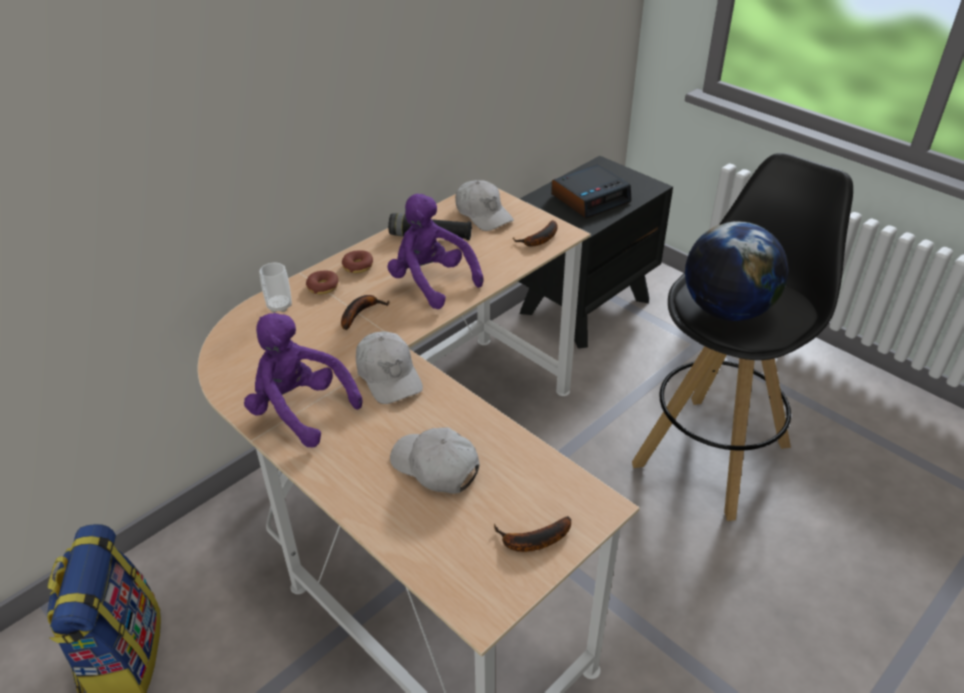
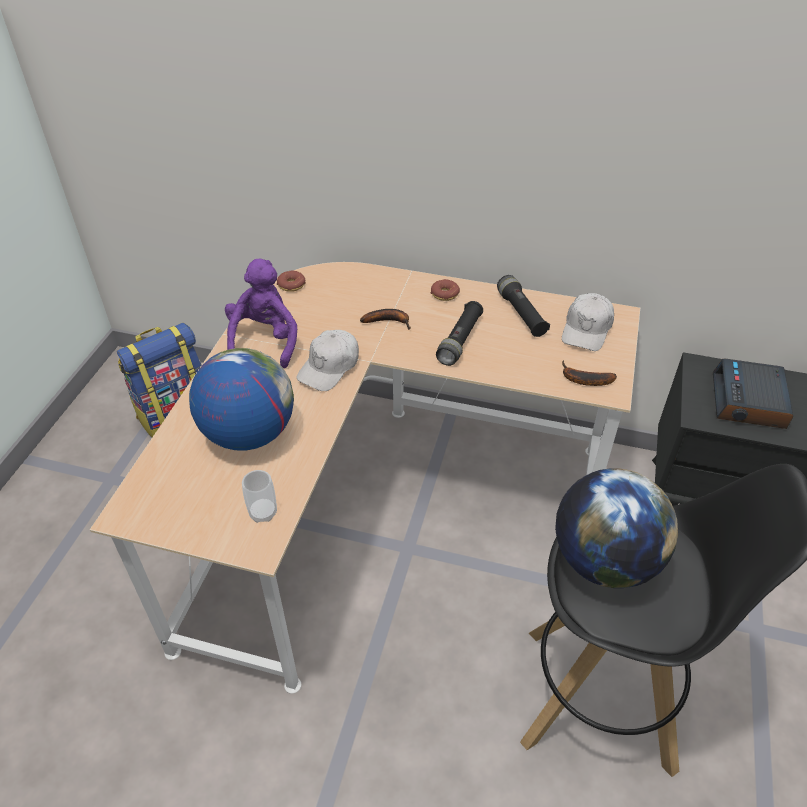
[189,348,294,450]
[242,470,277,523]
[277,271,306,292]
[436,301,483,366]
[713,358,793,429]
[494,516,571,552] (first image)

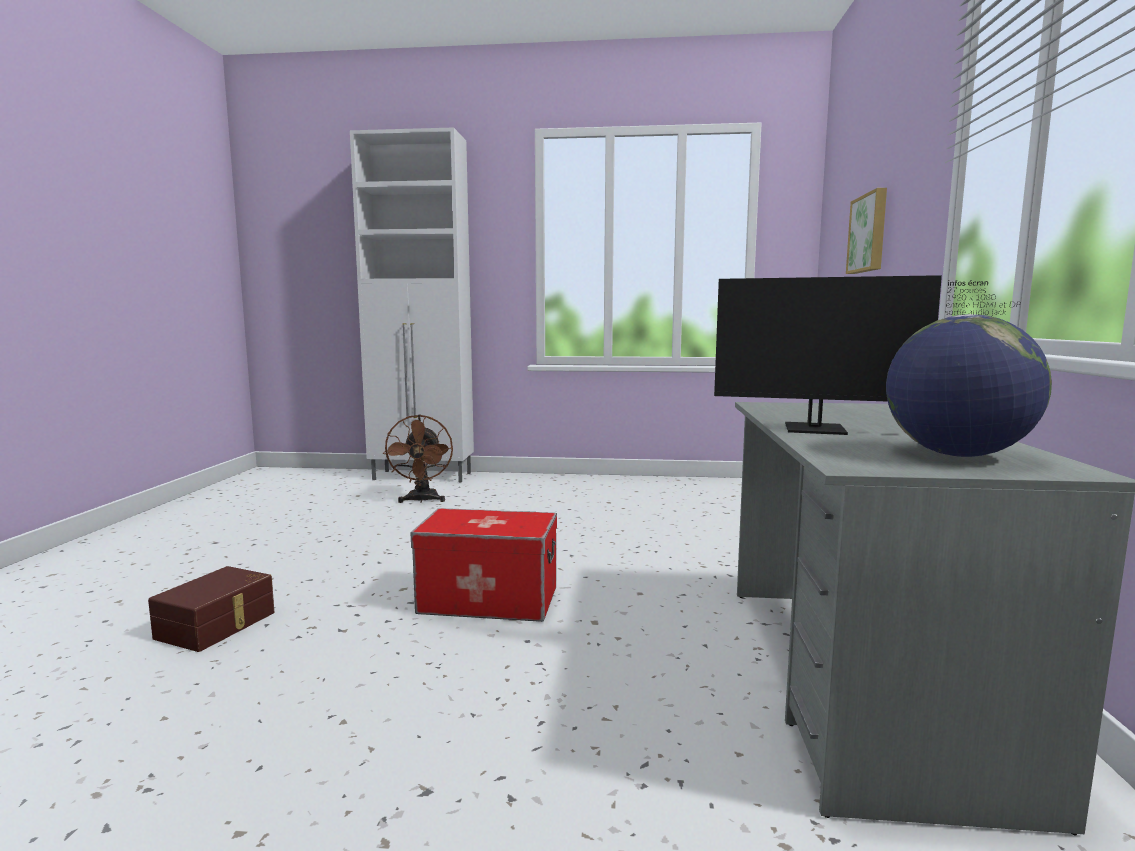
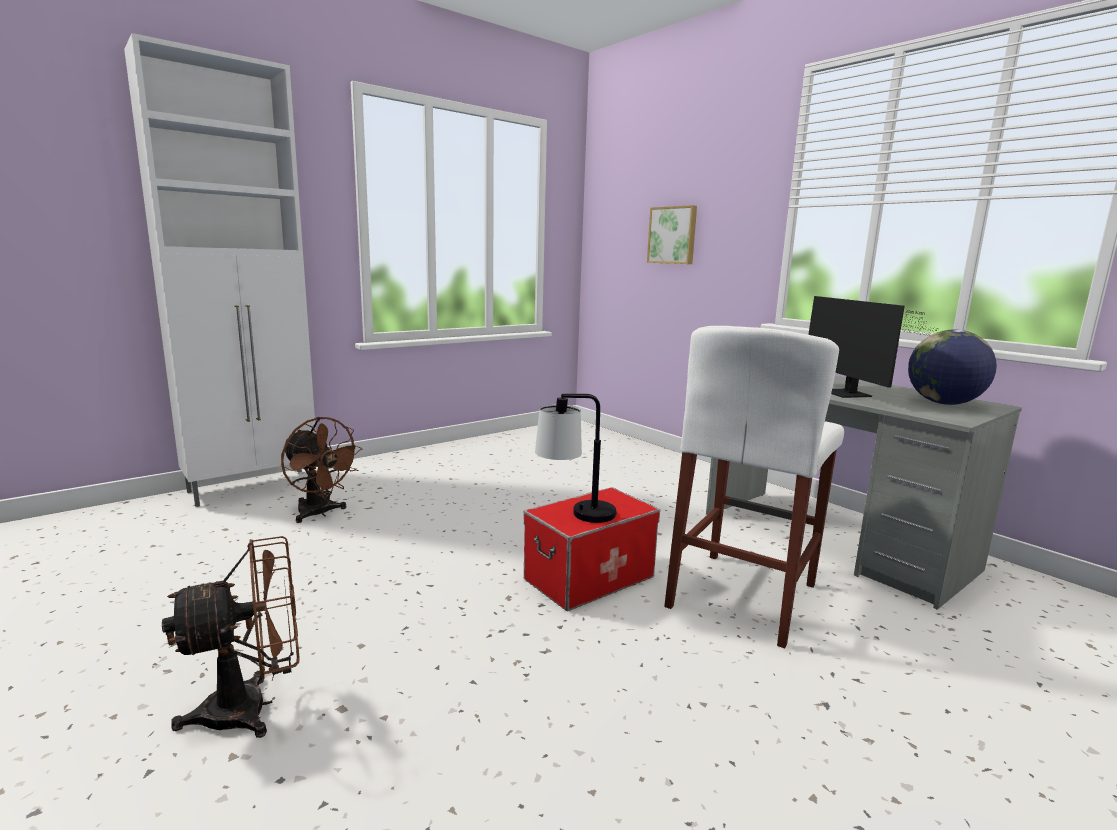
[162,536,300,738]
[535,394,617,523]
[664,326,844,649]
[808,296,937,398]
[148,566,275,652] (first image)

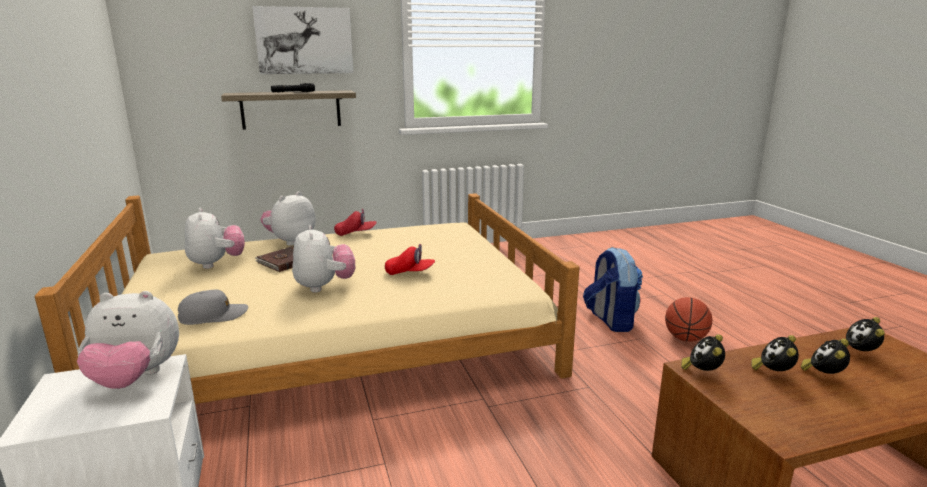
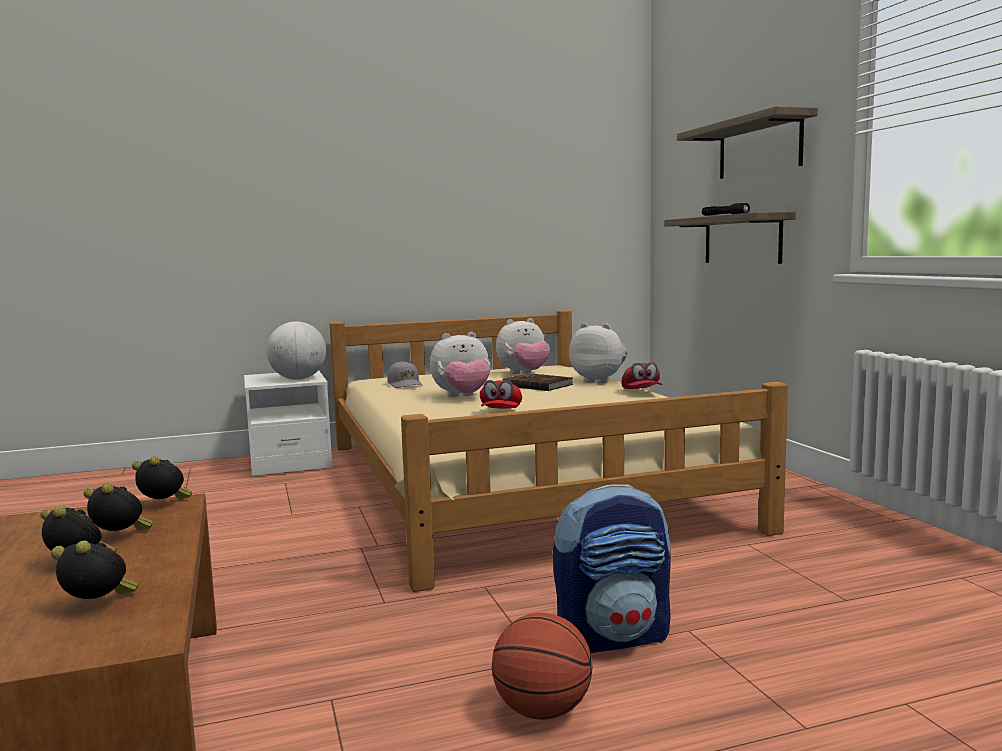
[266,321,326,380]
[677,106,818,179]

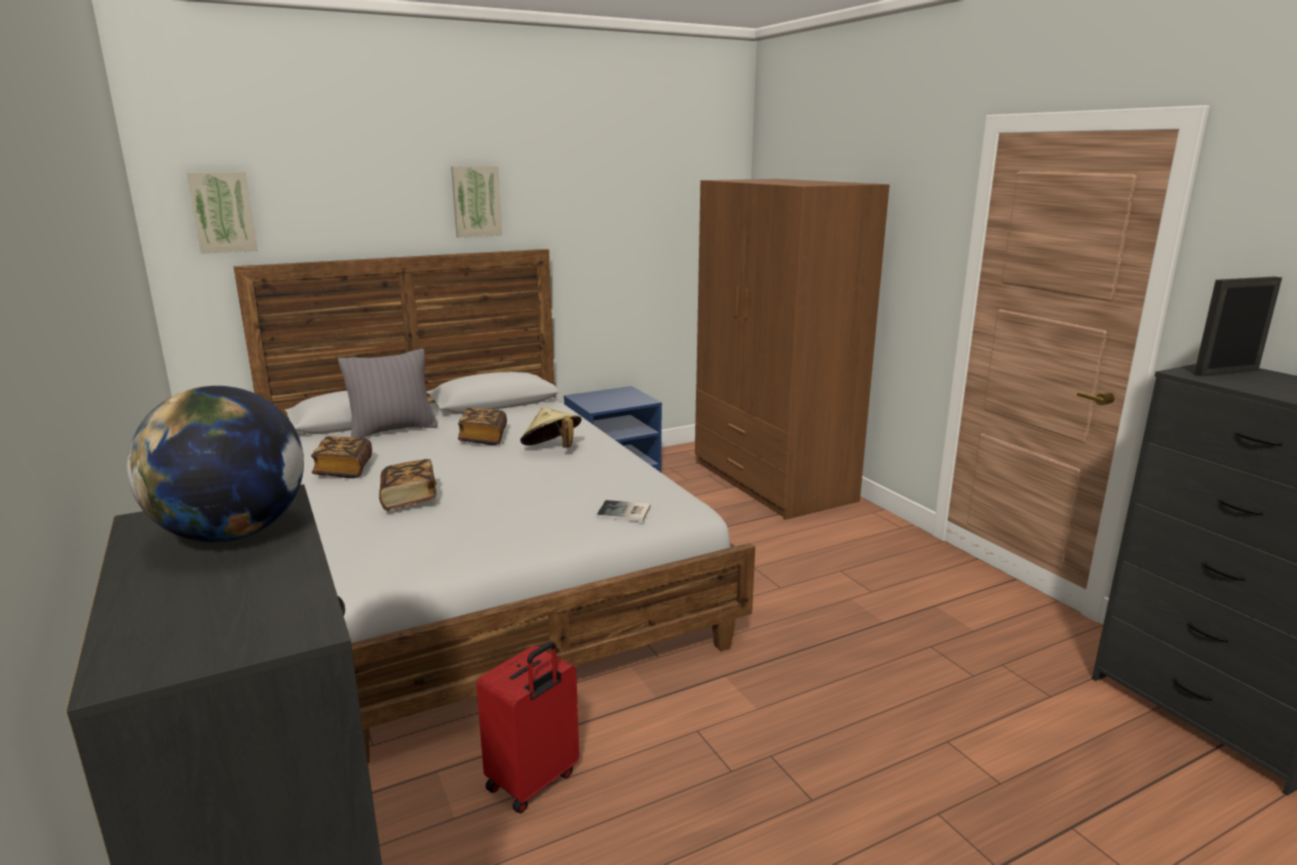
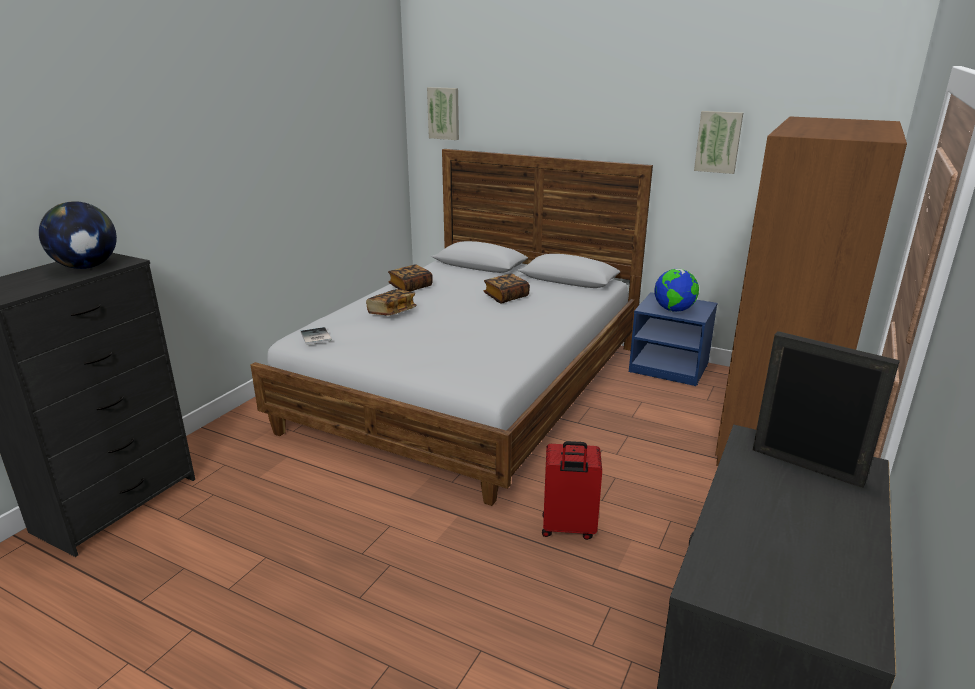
[301,327,332,345]
[542,441,602,540]
[654,269,699,312]
[694,111,743,174]
[338,349,438,438] (first image)
[520,407,582,448] (first image)

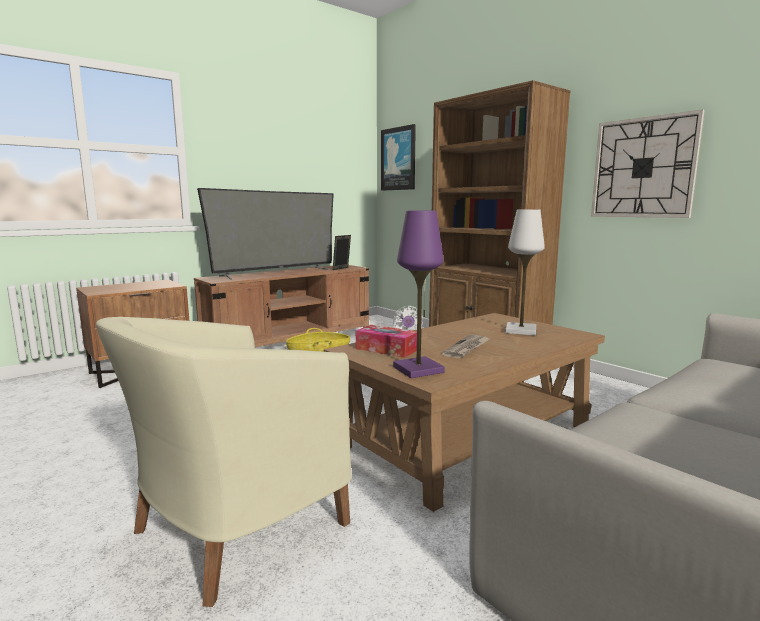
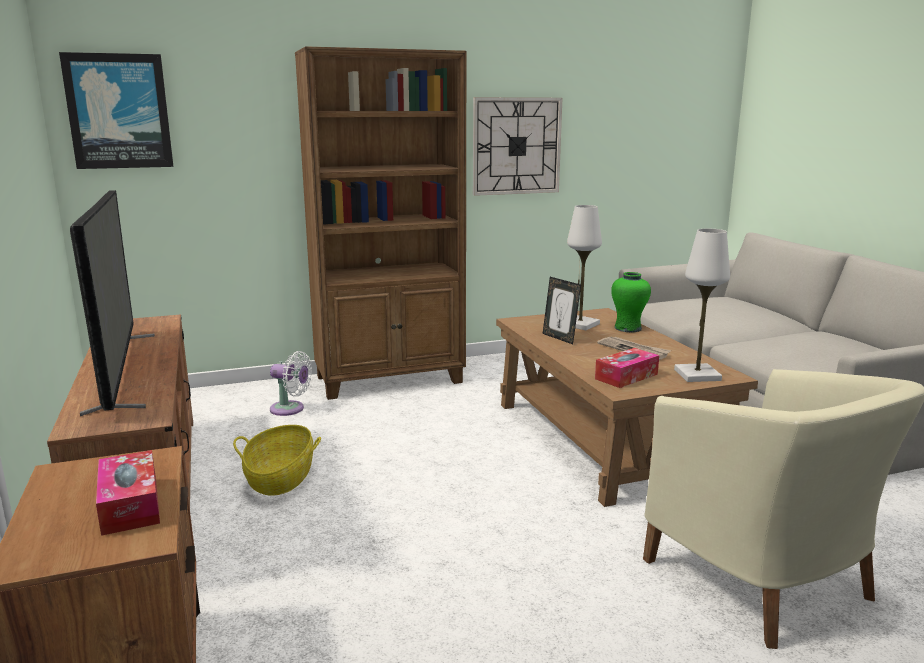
[96,450,160,536]
[543,277,581,344]
[611,272,651,332]
[674,229,730,382]

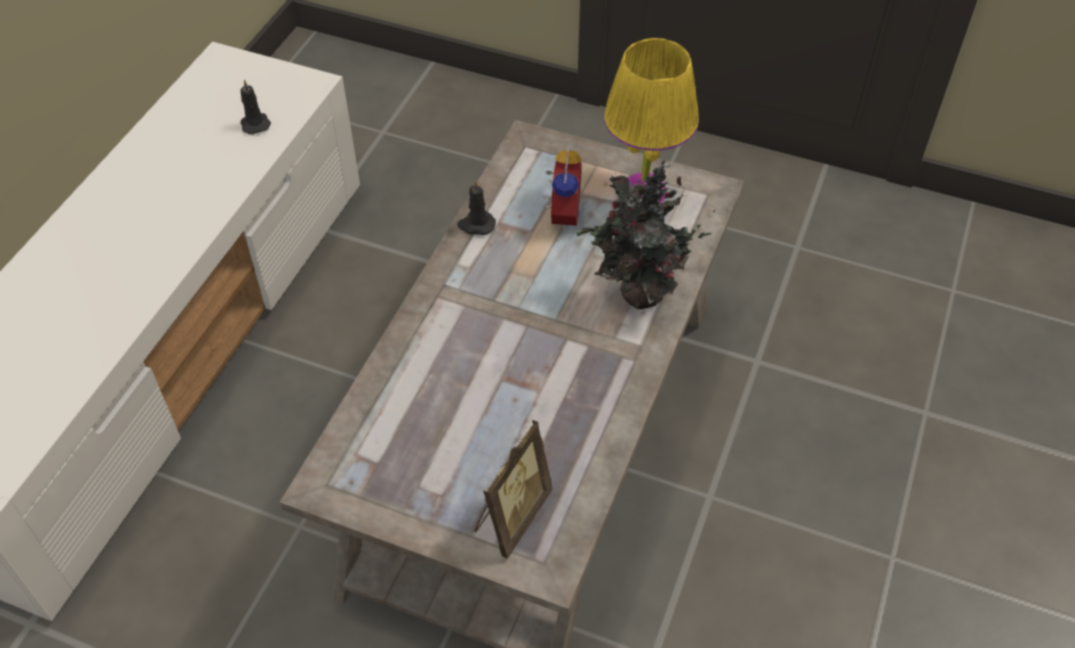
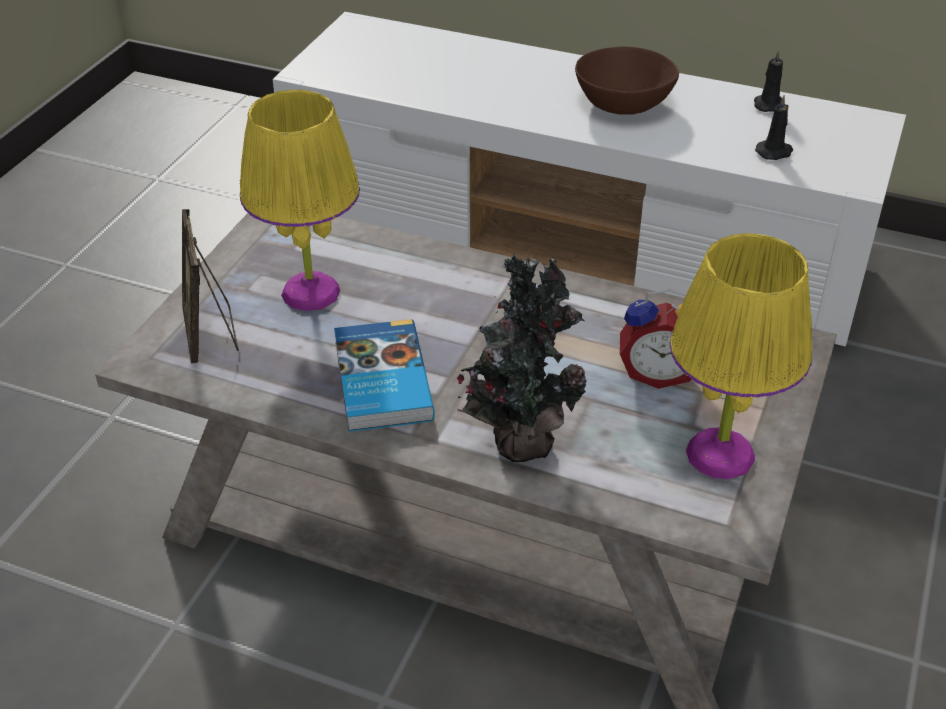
[182,209,239,363]
[240,90,360,311]
[334,319,435,432]
[575,46,679,115]
[754,49,783,112]

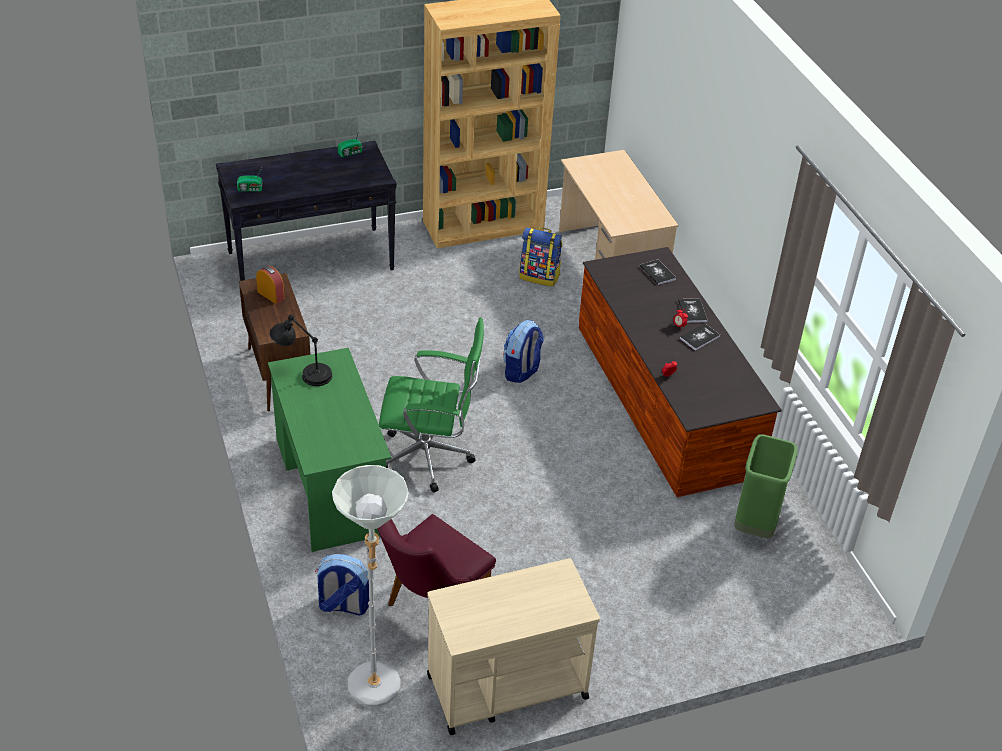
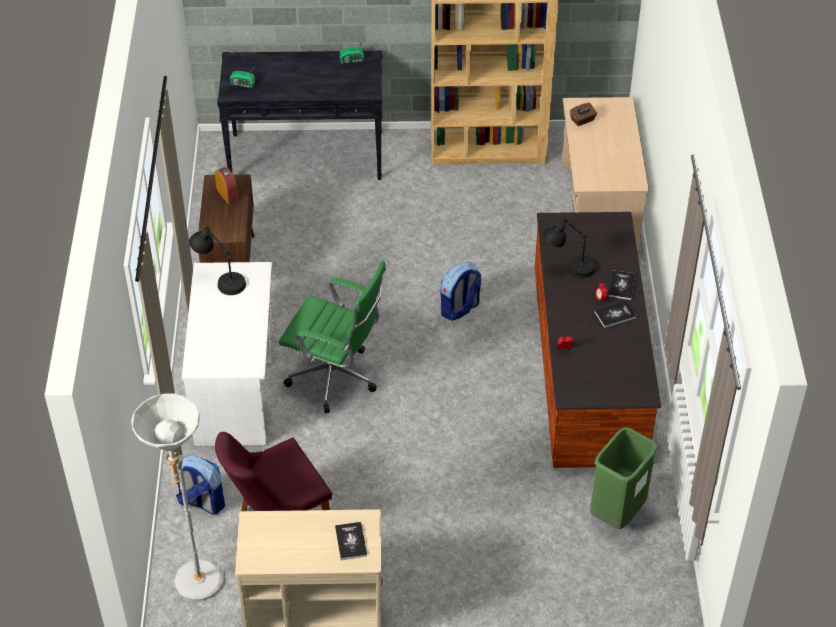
[181,262,273,446]
[335,522,367,560]
[543,218,596,278]
[570,103,597,126]
[519,227,562,287] (first image)

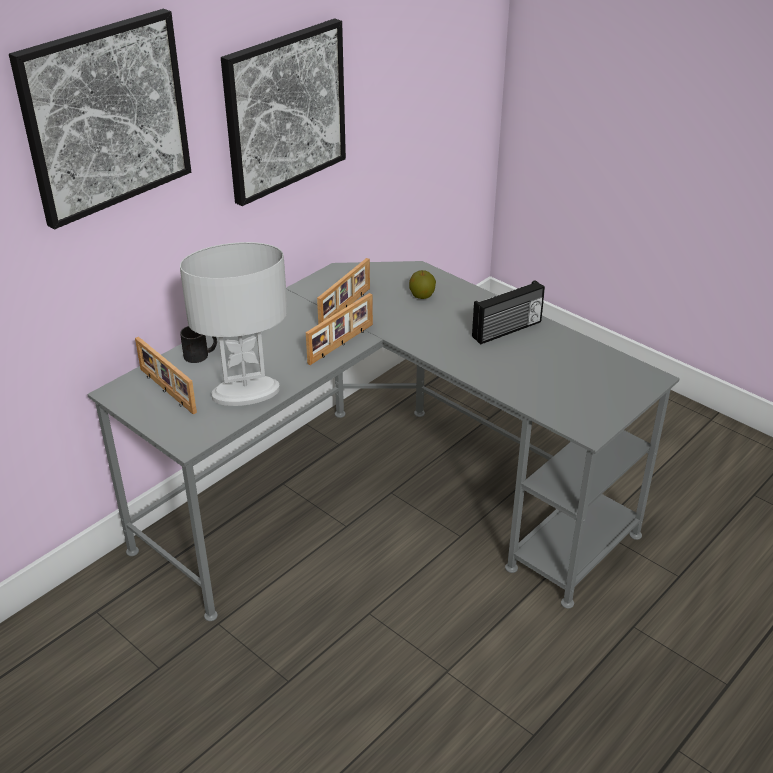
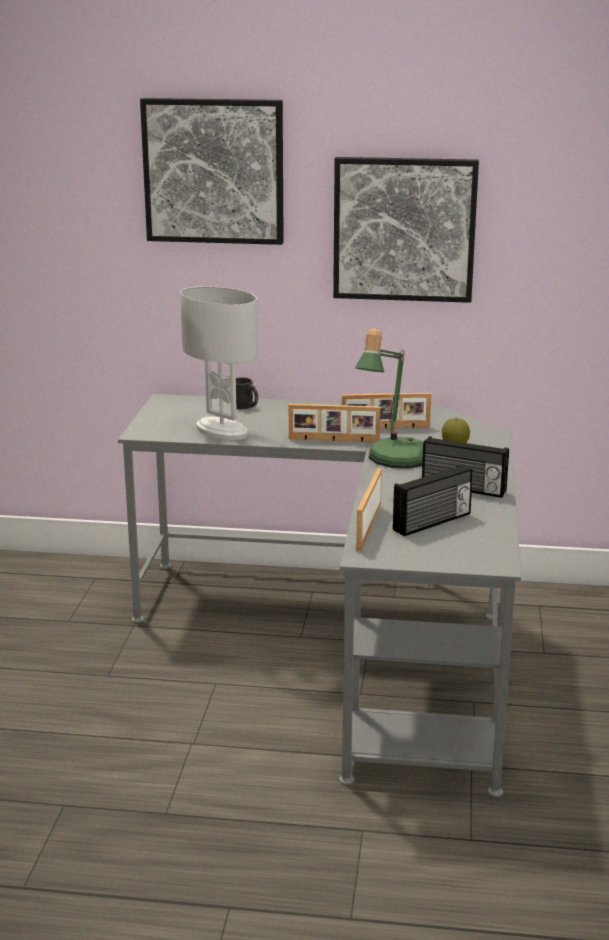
[355,328,424,468]
[356,468,382,551]
[393,464,473,536]

